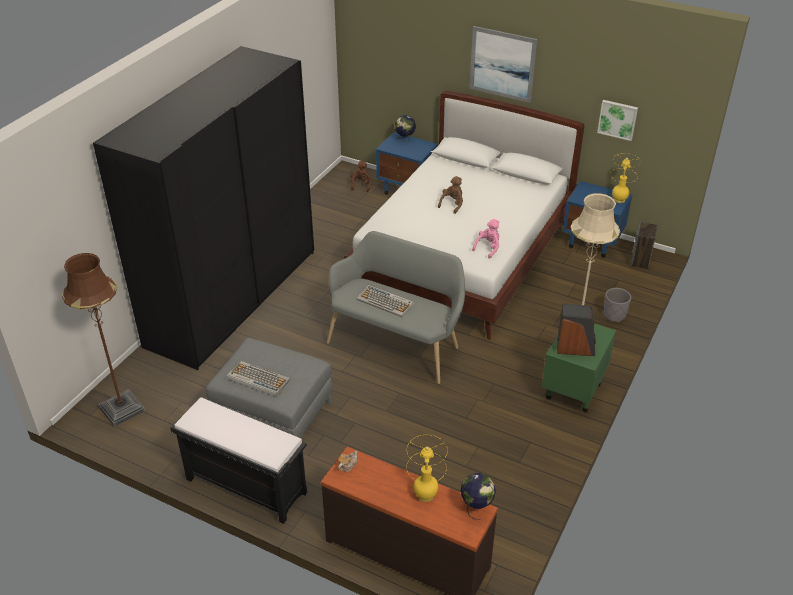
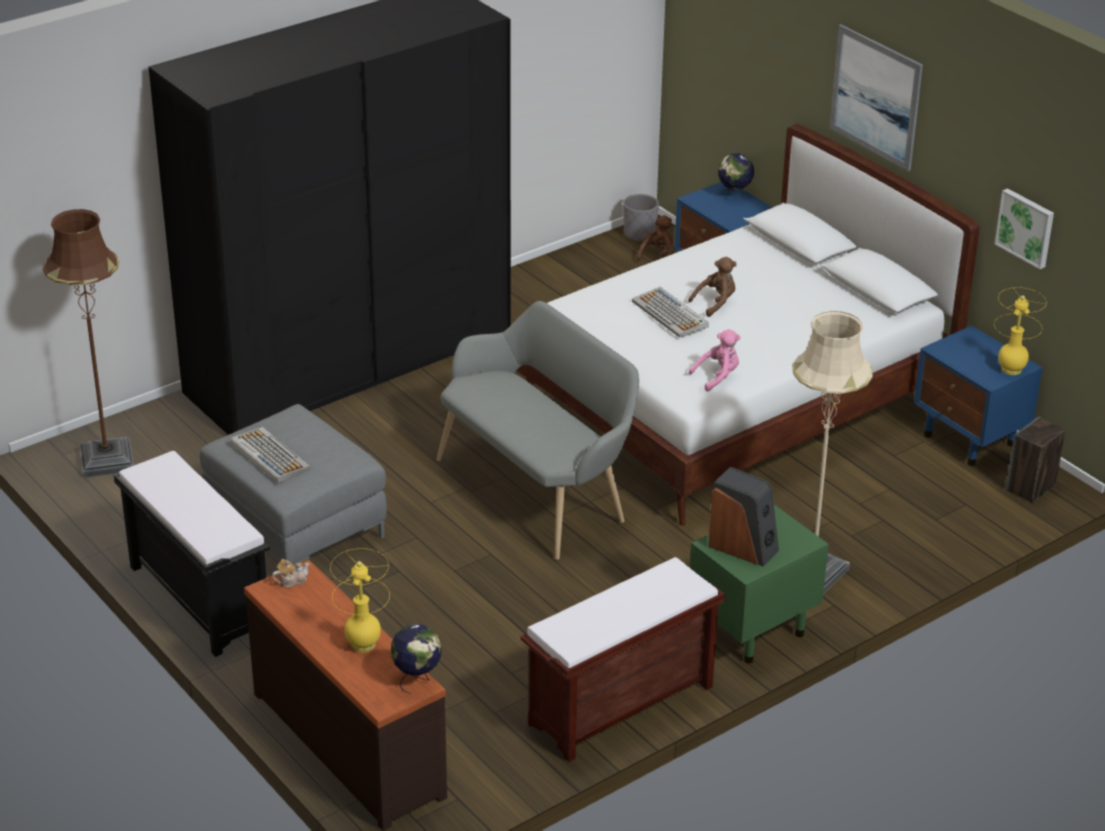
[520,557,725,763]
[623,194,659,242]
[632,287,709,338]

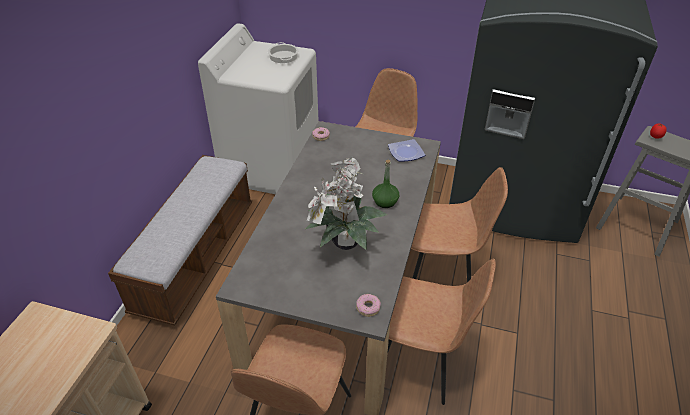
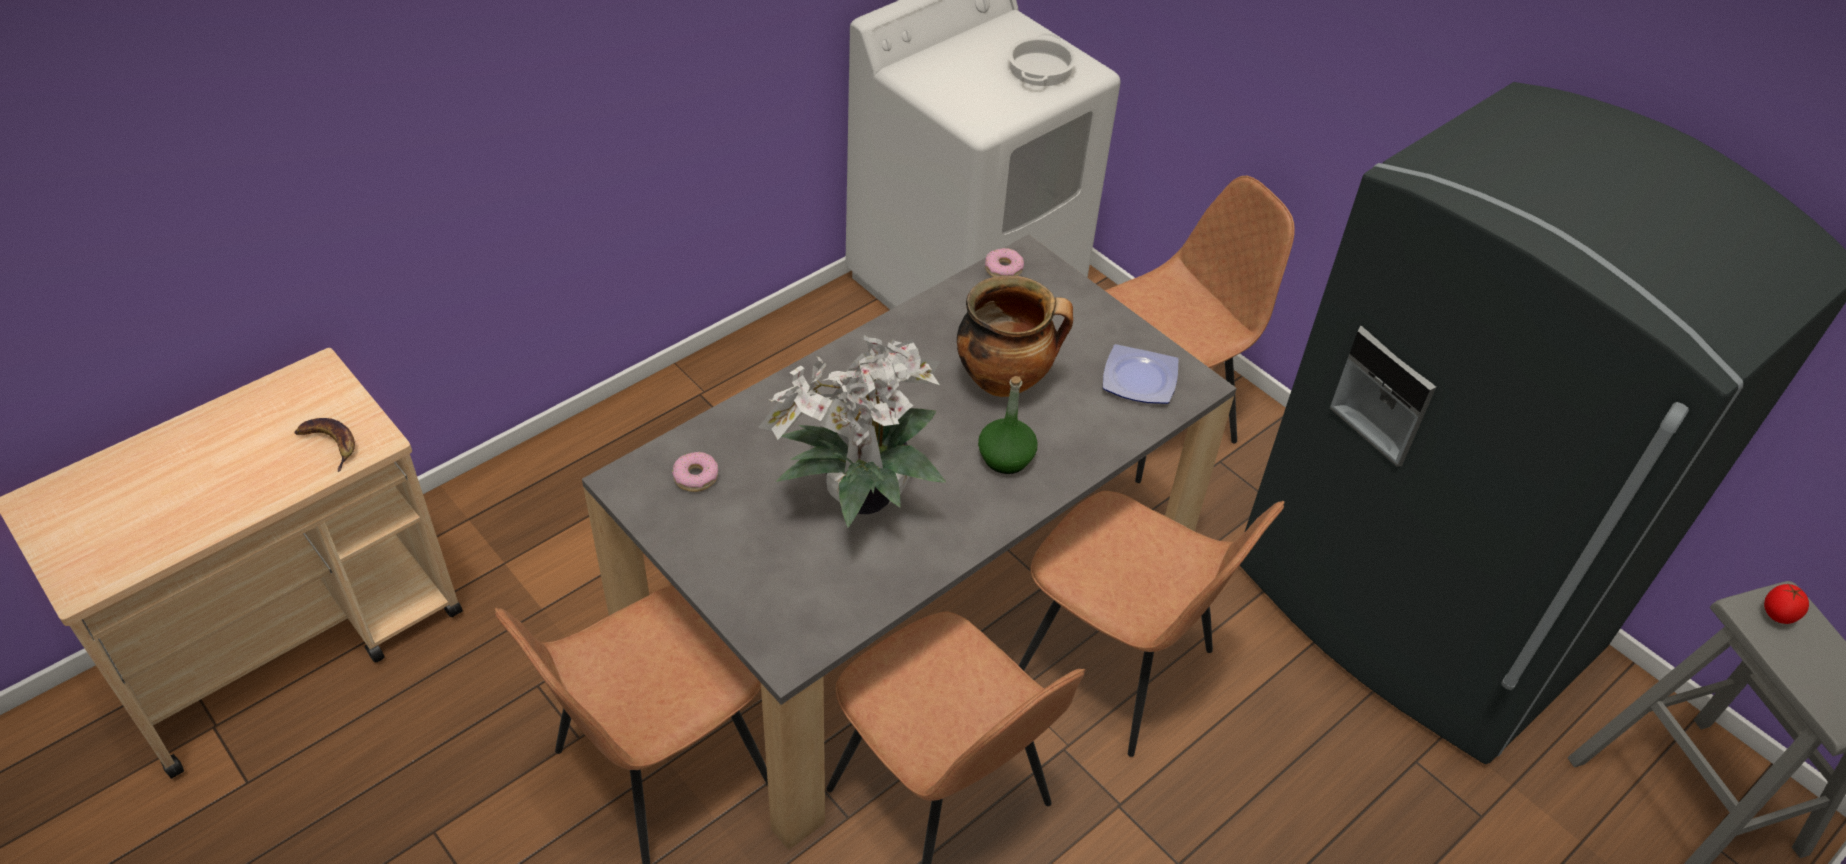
[294,418,355,472]
[672,452,718,492]
[957,275,1073,397]
[108,155,252,326] (first image)

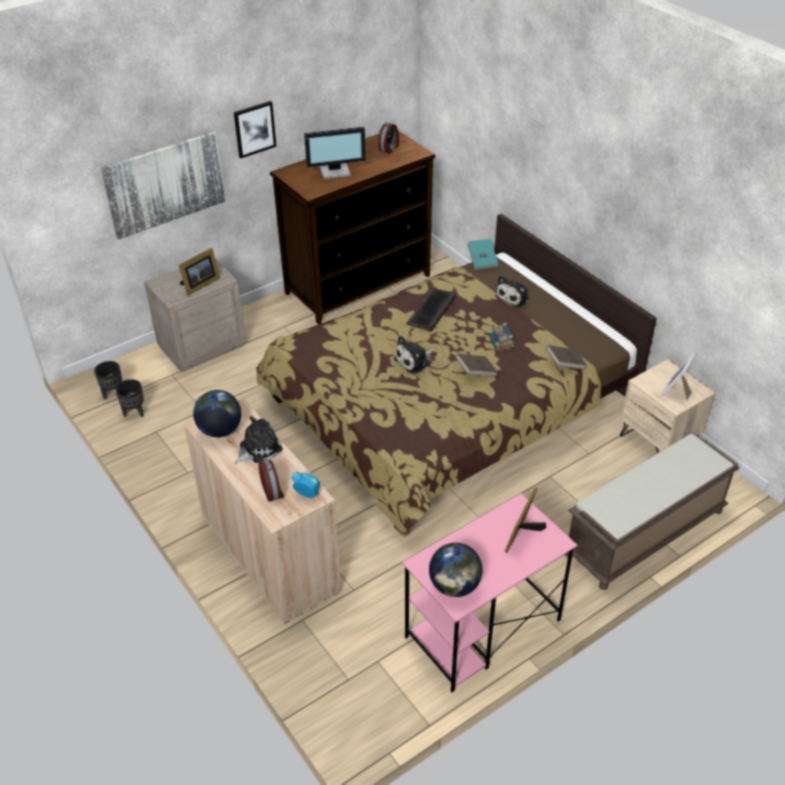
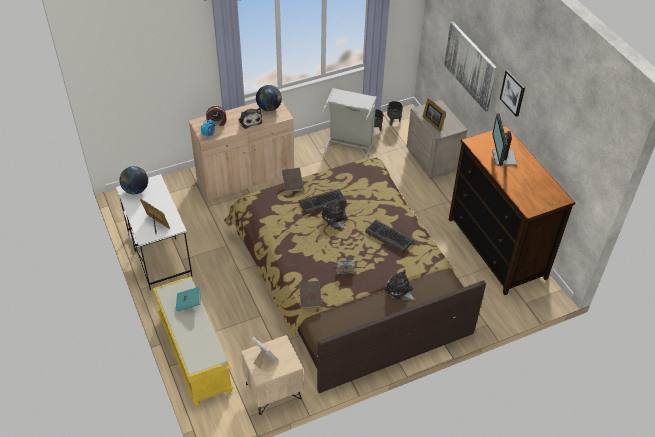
[116,174,193,290]
[153,277,233,405]
[176,286,201,312]
[282,168,304,192]
[298,189,346,215]
[322,88,377,159]
[378,122,399,154] (first image)

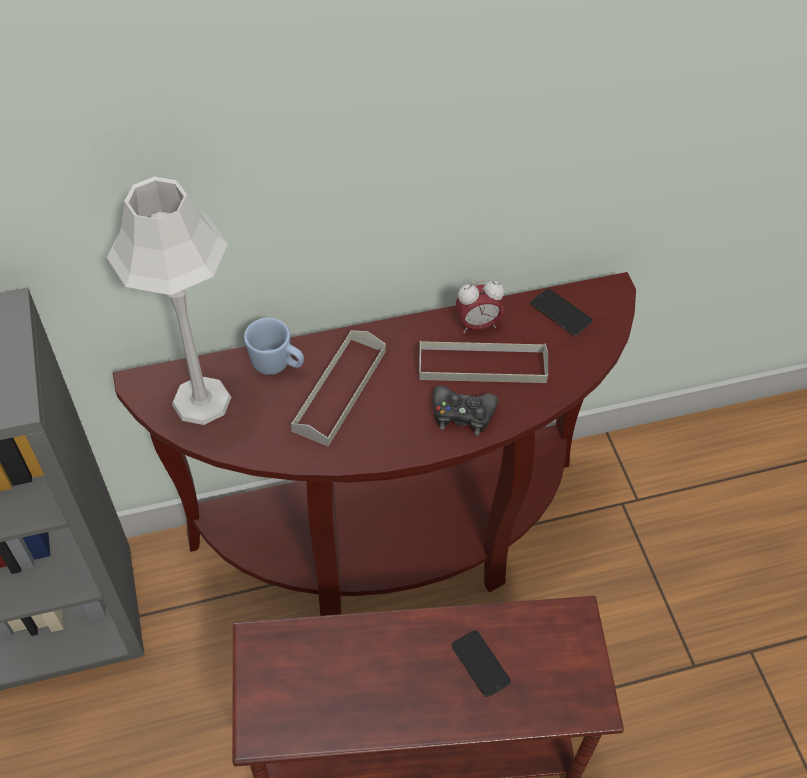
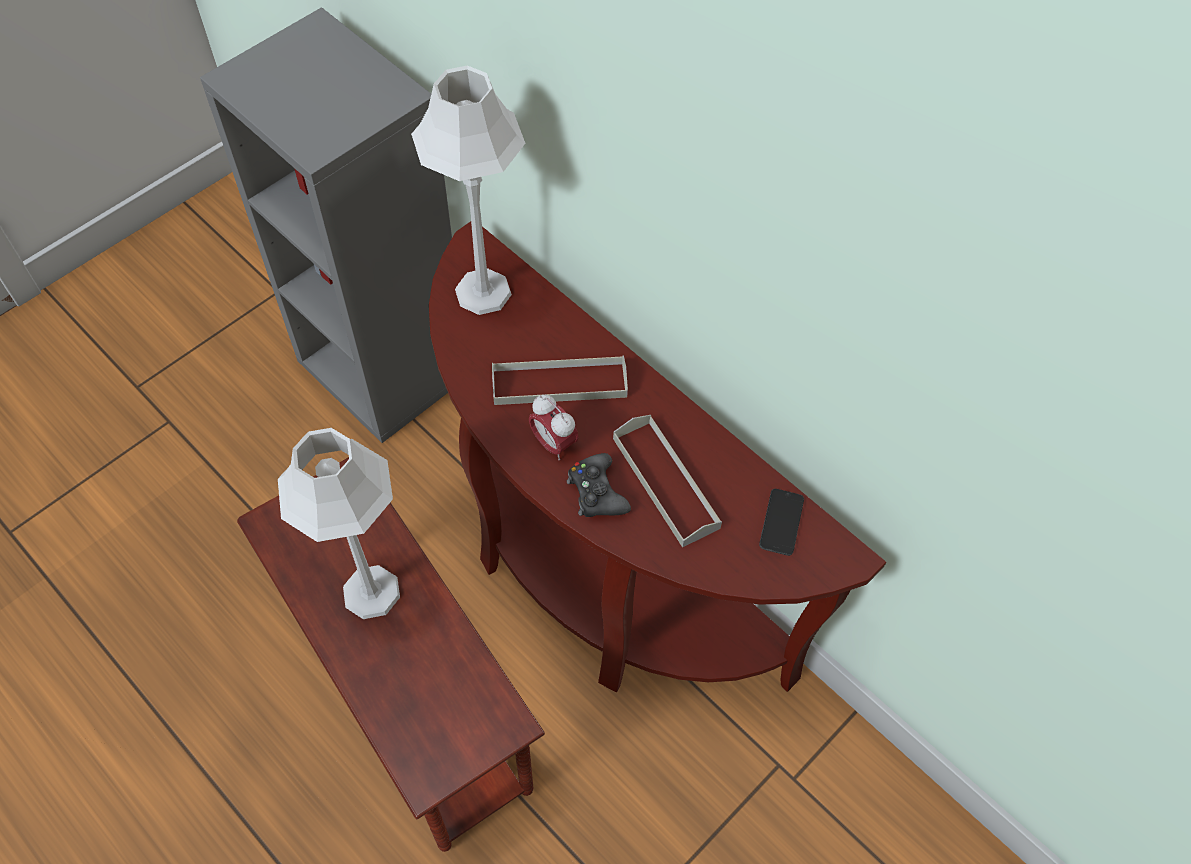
[278,428,400,619]
[529,395,579,460]
[244,318,304,375] (first image)
[451,630,511,697] (first image)

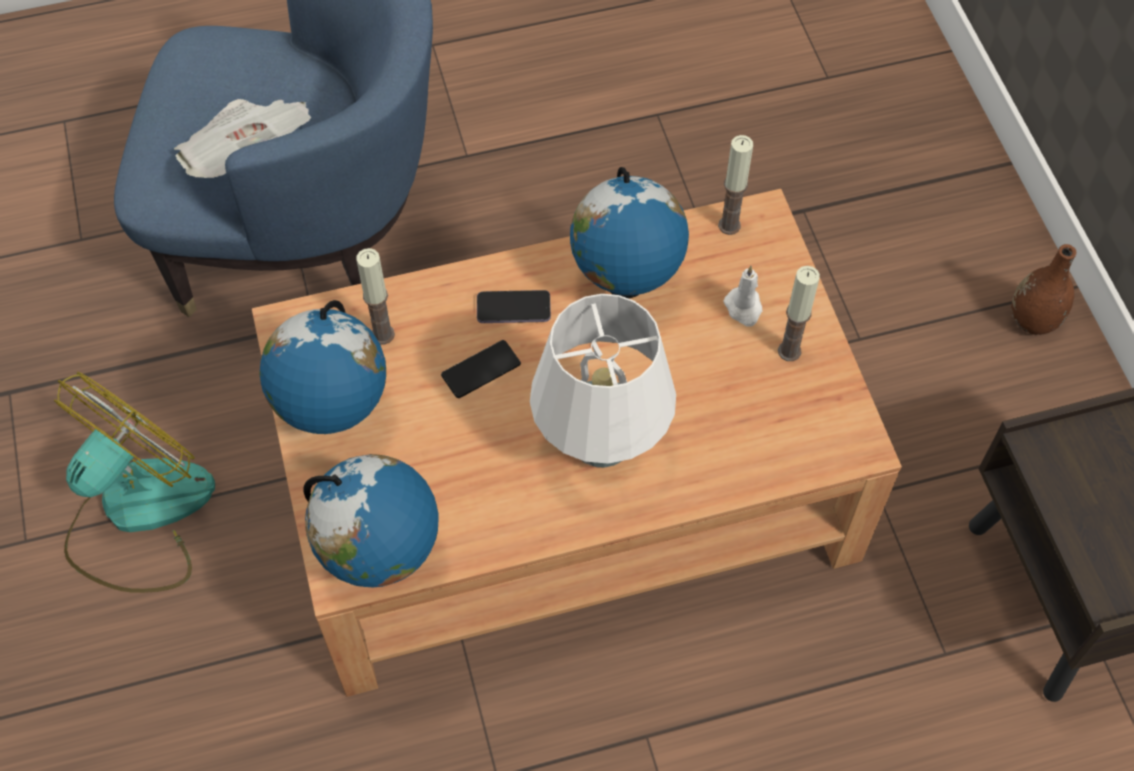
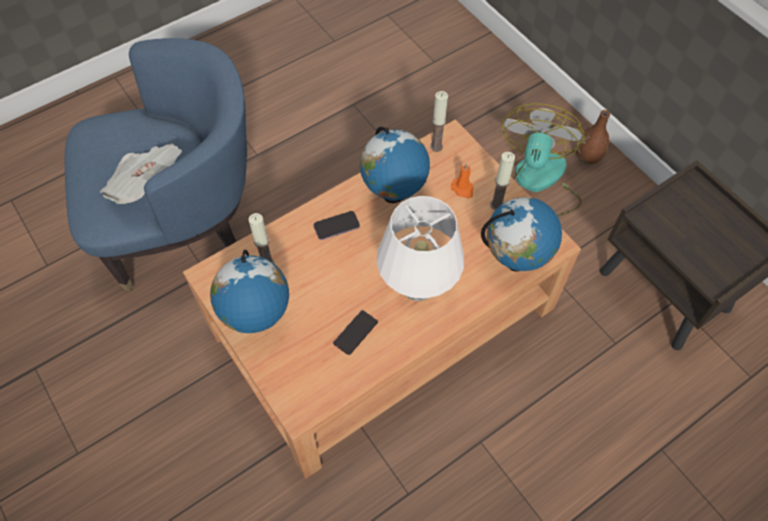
[333,310,378,355]
[451,163,474,198]
[481,197,562,272]
[501,103,585,216]

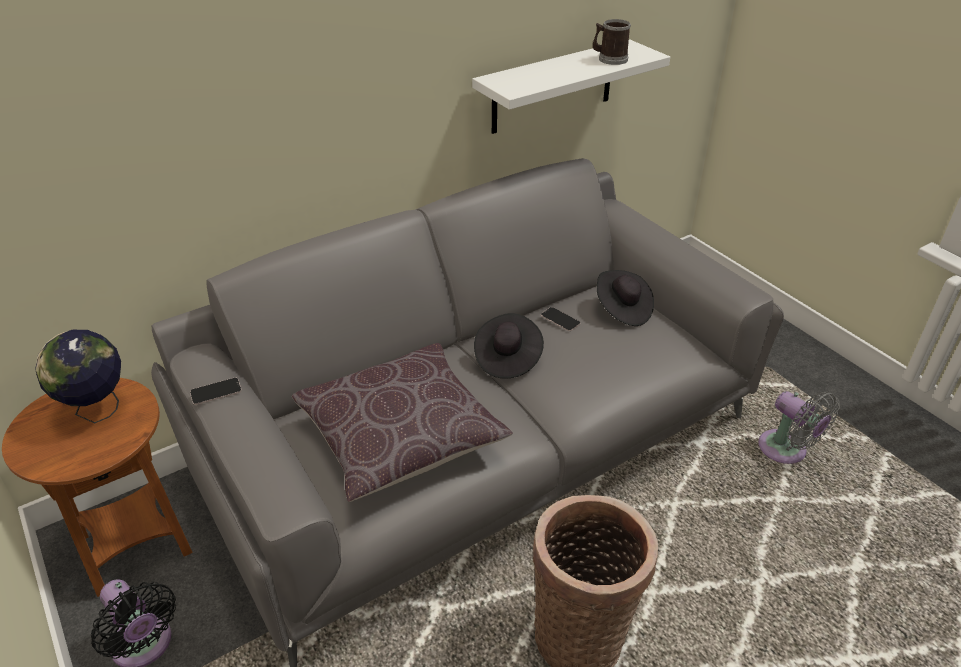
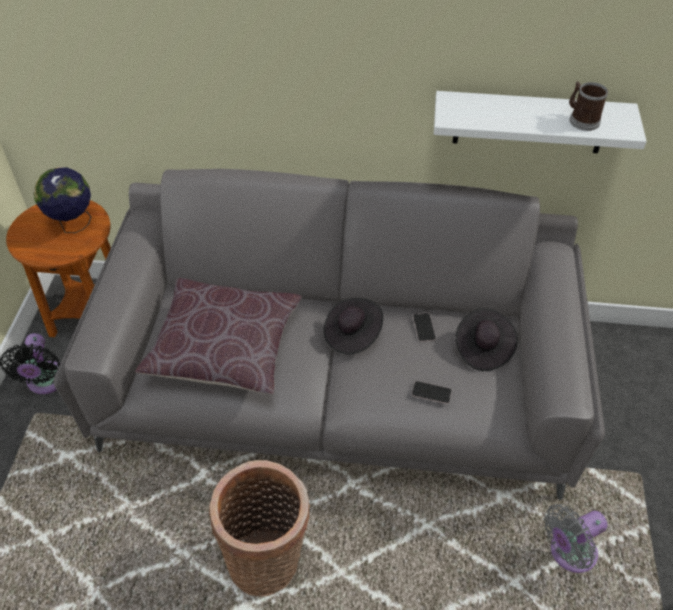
[412,381,452,404]
[544,504,608,573]

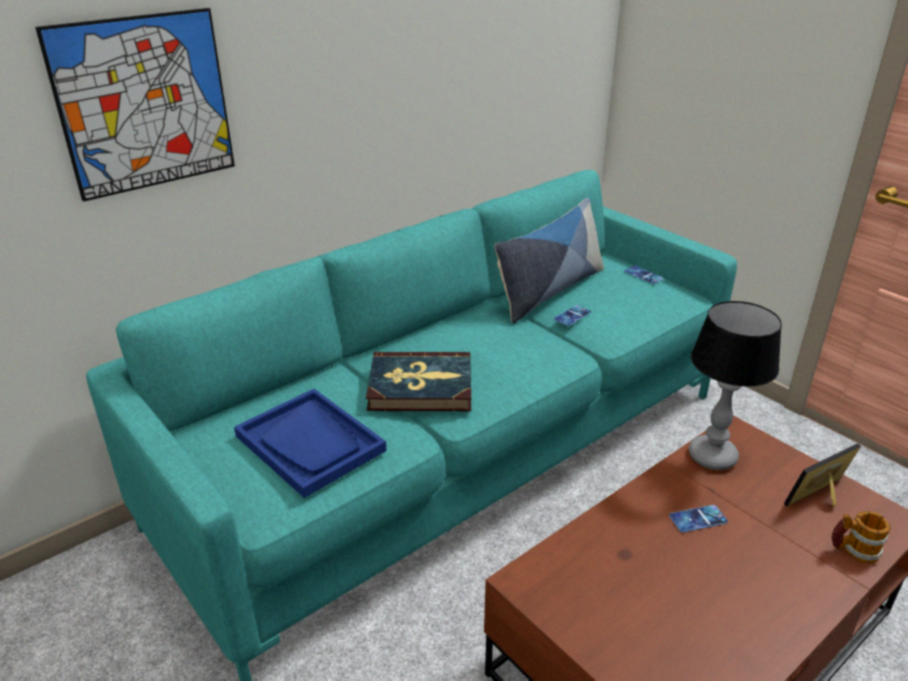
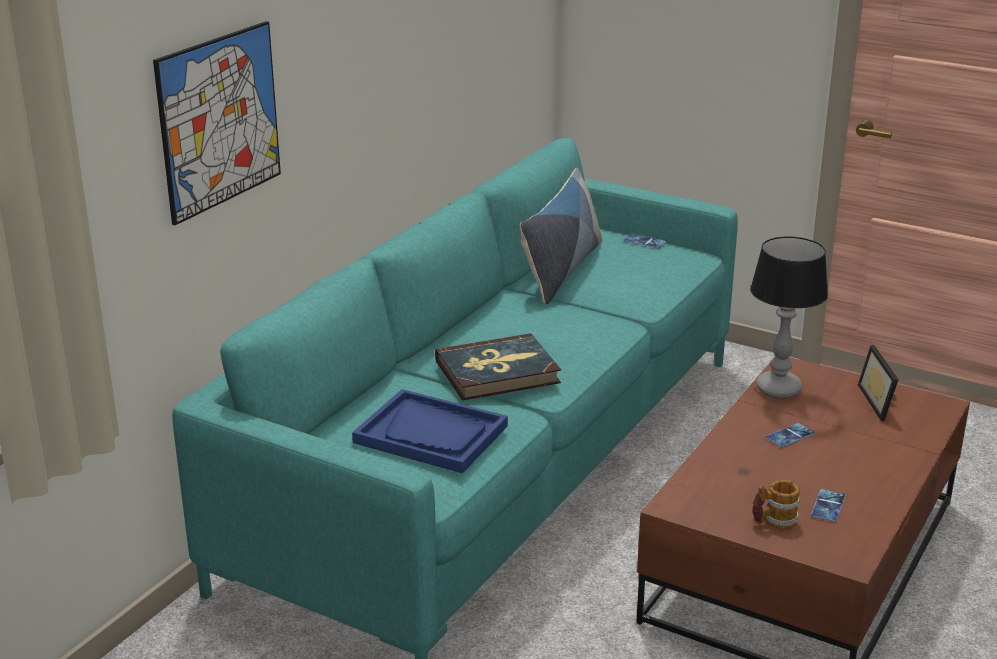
[752,480,800,529]
[811,489,846,522]
[858,345,899,421]

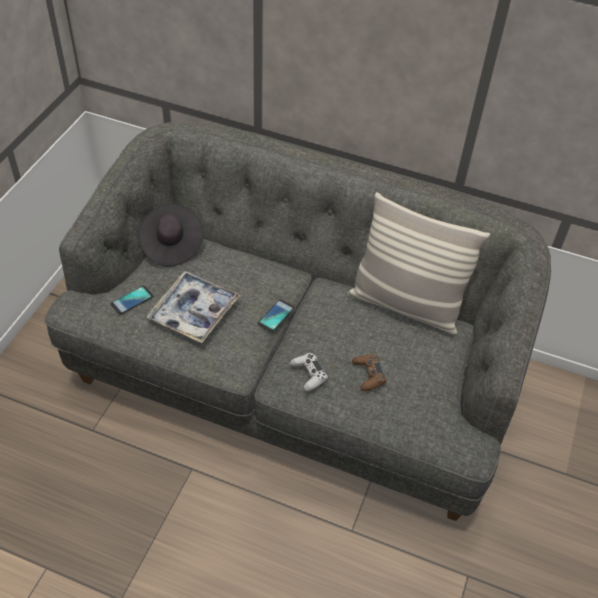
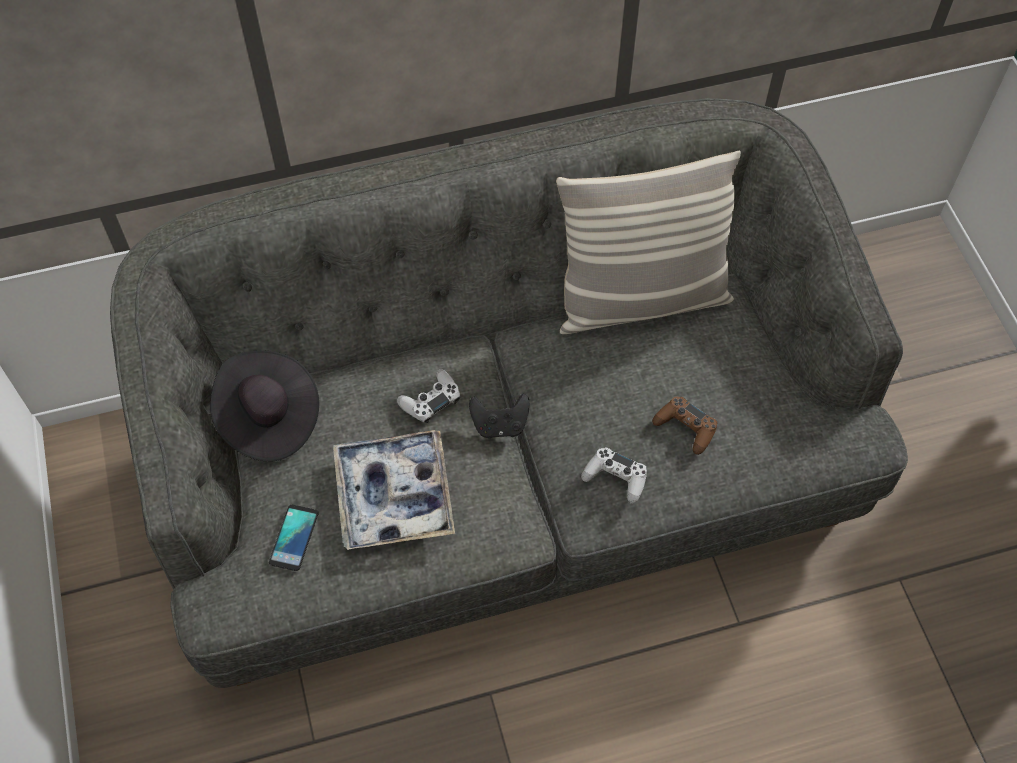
[397,369,460,423]
[469,394,530,439]

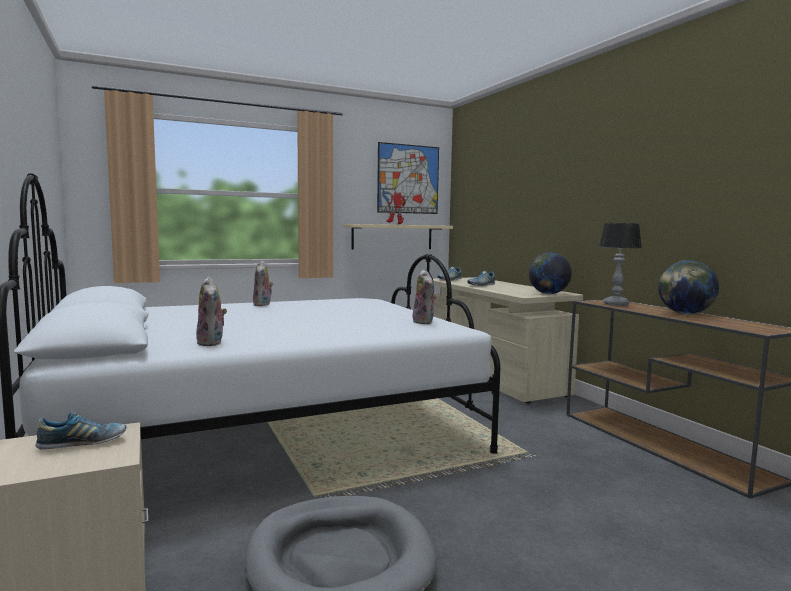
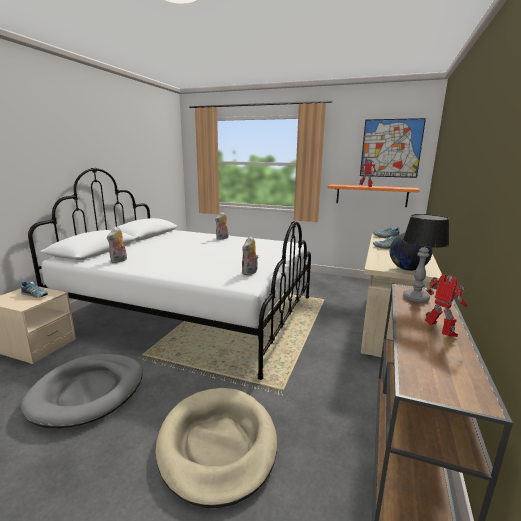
[156,388,277,508]
[327,184,420,207]
[425,274,467,337]

